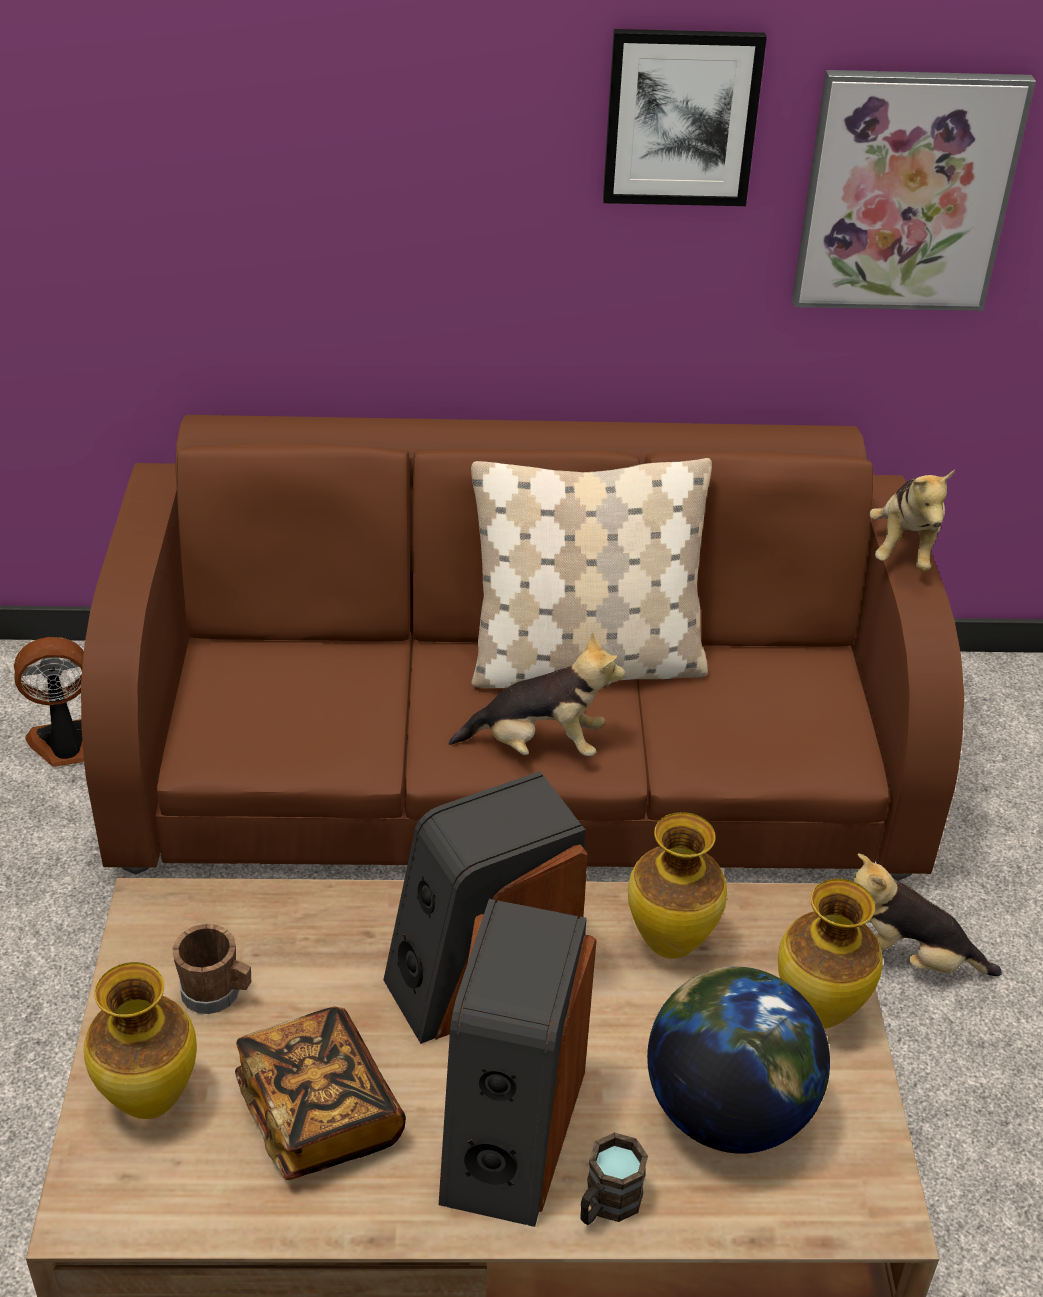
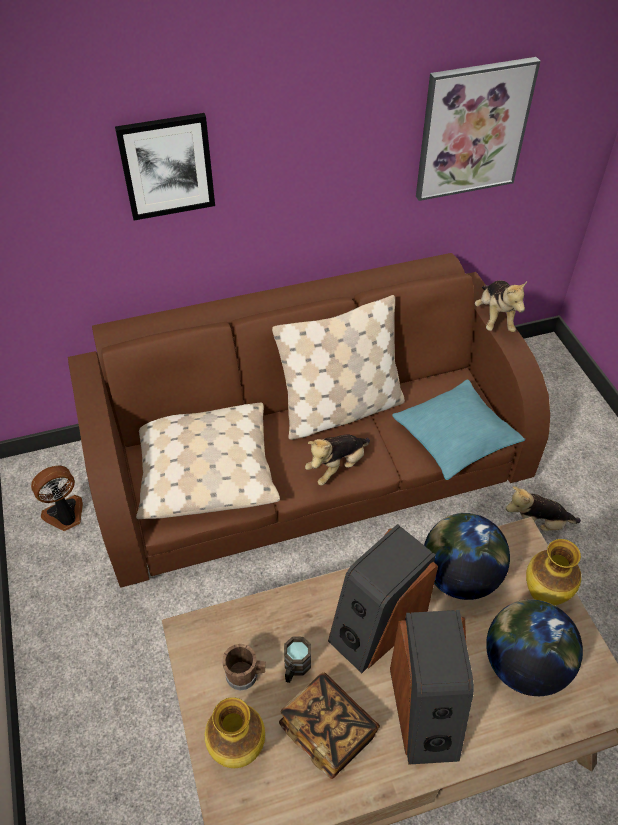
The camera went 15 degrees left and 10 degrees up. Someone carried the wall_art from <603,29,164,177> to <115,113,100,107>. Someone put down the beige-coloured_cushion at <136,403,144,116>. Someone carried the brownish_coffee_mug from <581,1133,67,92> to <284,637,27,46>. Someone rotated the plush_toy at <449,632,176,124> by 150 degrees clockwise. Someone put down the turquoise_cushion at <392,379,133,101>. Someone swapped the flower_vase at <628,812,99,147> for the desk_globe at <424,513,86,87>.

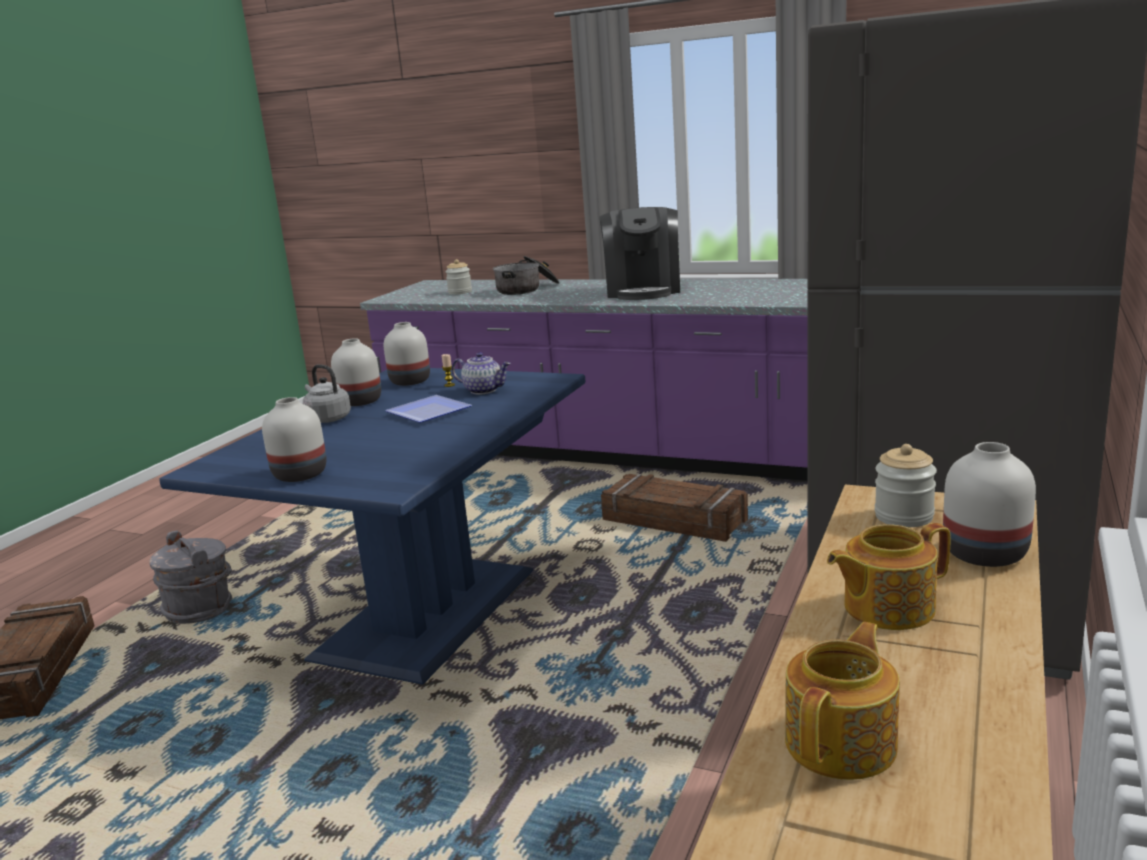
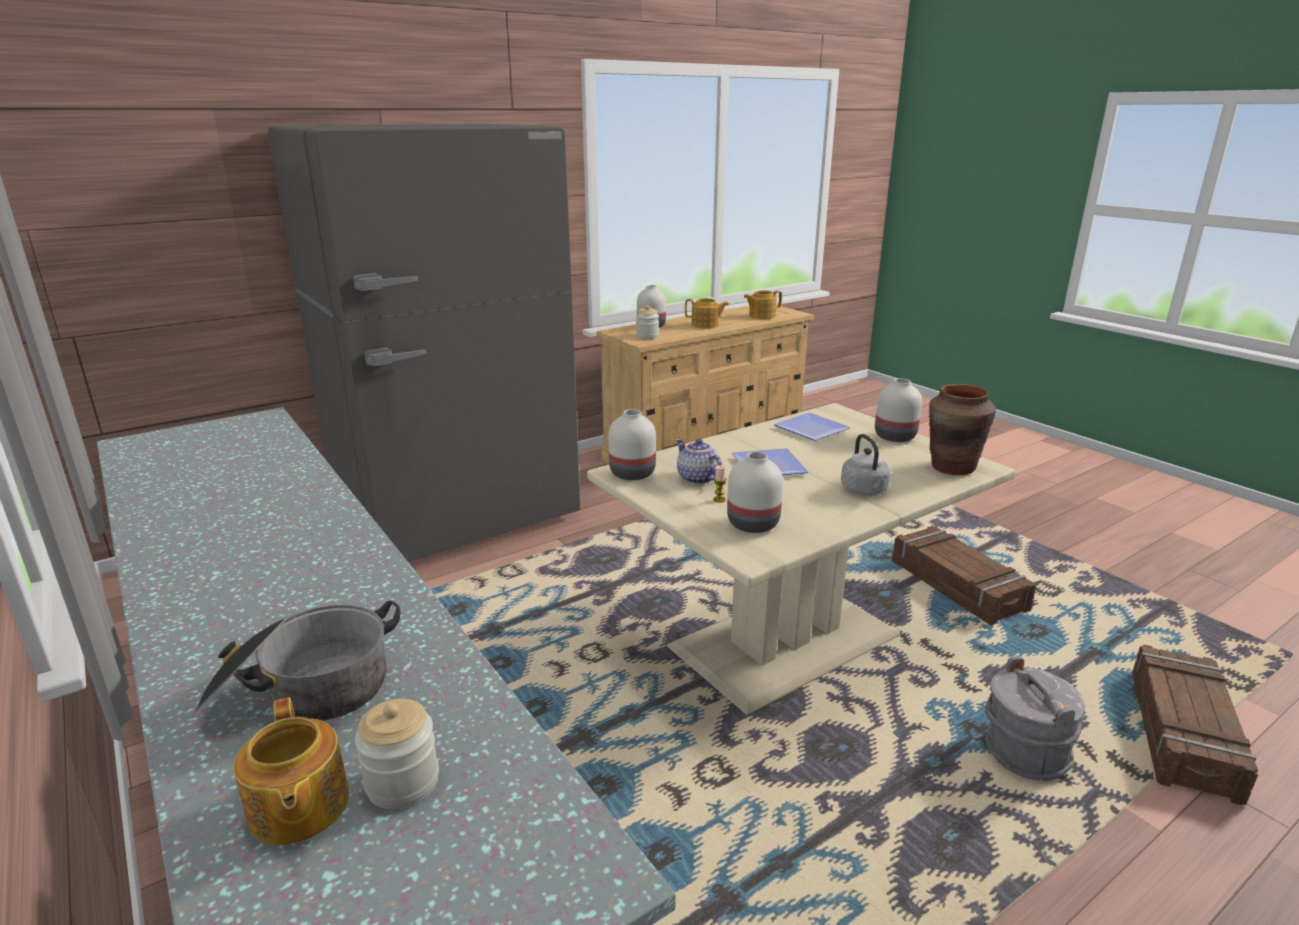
The camera went 150 degrees left and 5 degrees up. Someone put down the tea_pot at <233,697,116,148>. Someone repainted the bluish_dining_table at <159,368,427,317>, which became the beige-coloured_dining_table at <587,403,429,312>. Someone carried the white_flower_vase from <331,338,50,68> to <608,409,48,71>. Someone put down the flat_dish at <774,413,77,28>. Someone carried the crate from <601,474,147,68> to <892,526,144,100>. Someone put down the brownish_flower_vase at <929,384,67,91>. Someone took away the coffee_maker at <599,207,81,93>.

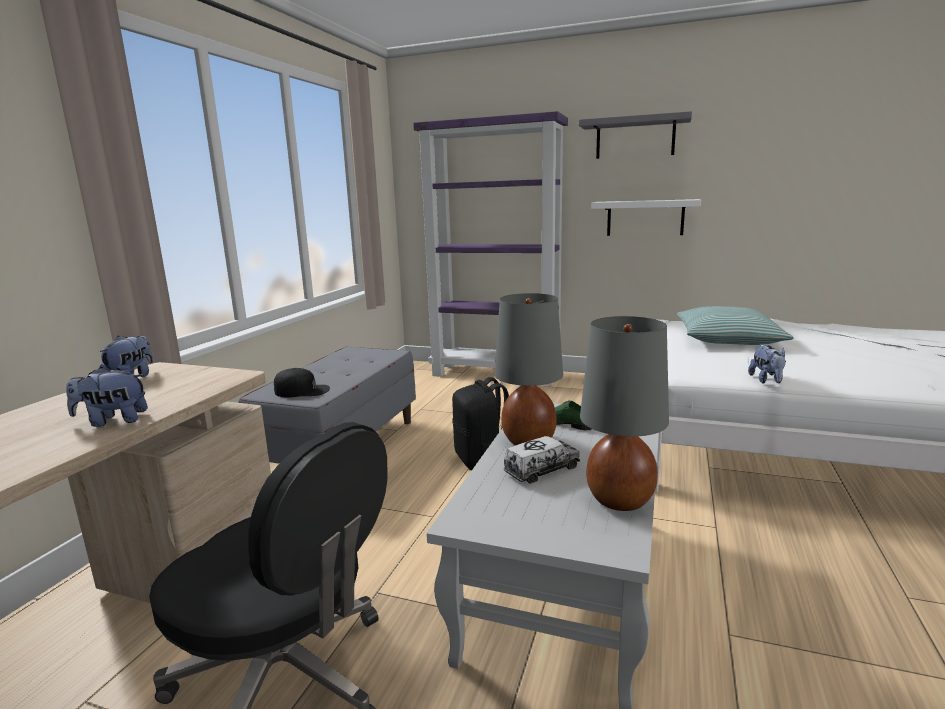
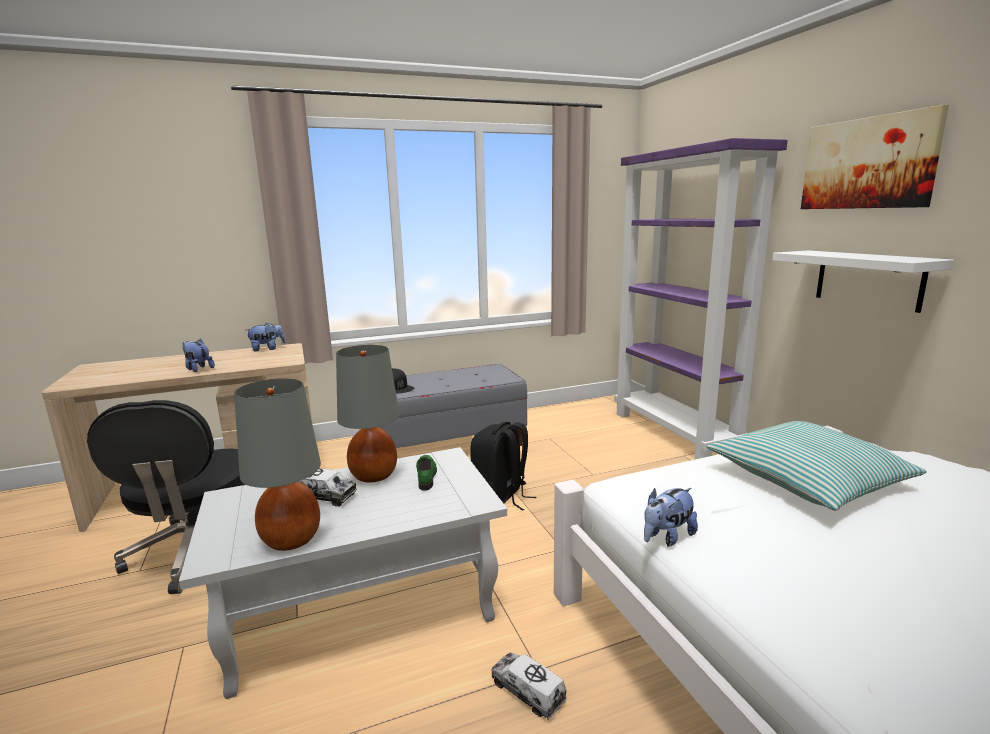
The camera went 50 degrees right and 0 degrees up. Someone put down the toy_truck at <491,652,76,68>. Someone swapped the greyish_bracket_shelf at <579,111,113,48> for the wall_art at <801,105,148,104>.

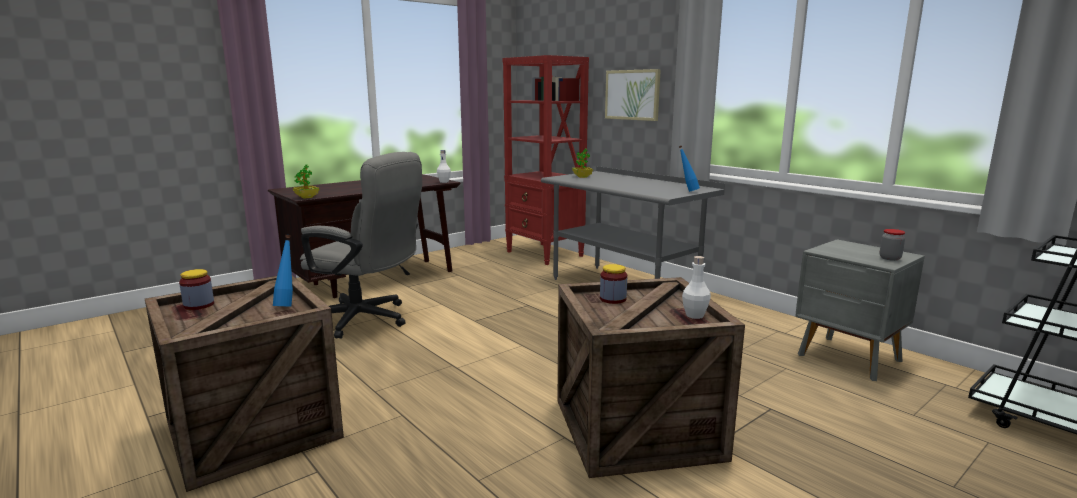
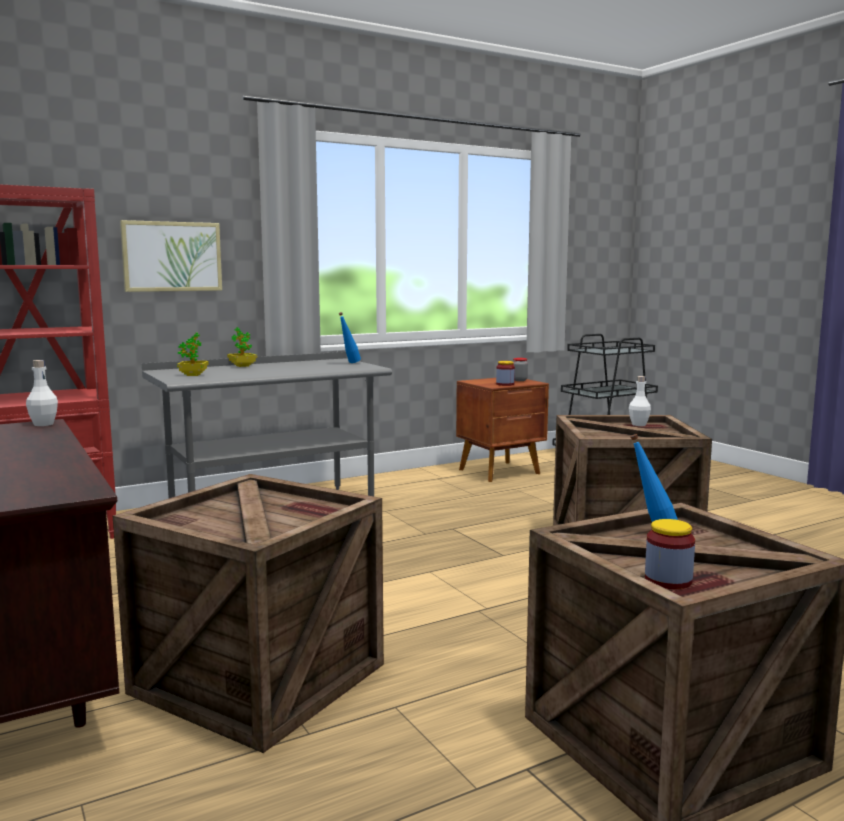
The camera went 80 degrees left and 5 degrees down. Someone swapped the greyish_desk_chair at <300,152,122,187> for the crate at <113,474,271,279>. Someone carried the potted_plant from <293,164,26,35> to <227,327,30,40>. Someone repainted the greyish_bedside_table at <795,240,130,141>, which became the brownish_bedside_table at <456,378,93,104>. Someone carried the preserve_jar from <600,264,27,40> to <496,361,19,25>.

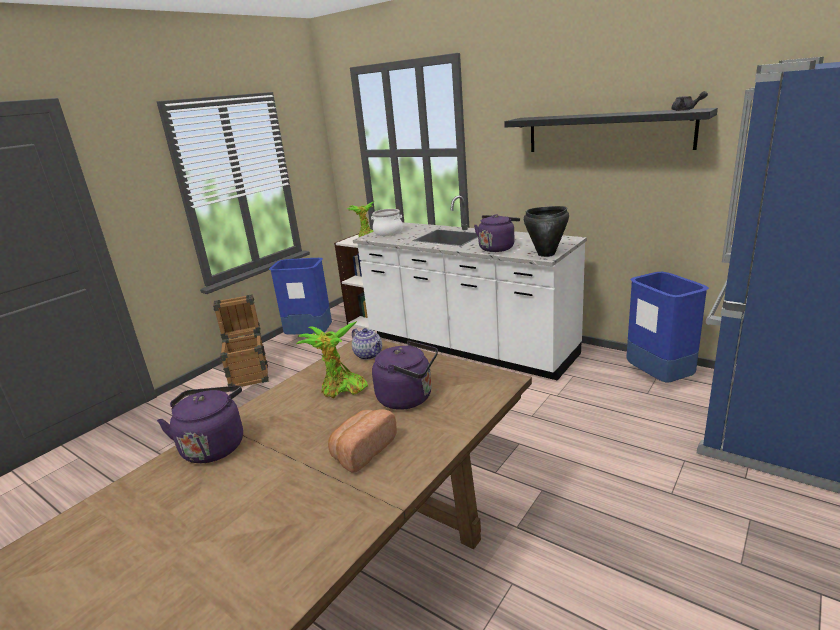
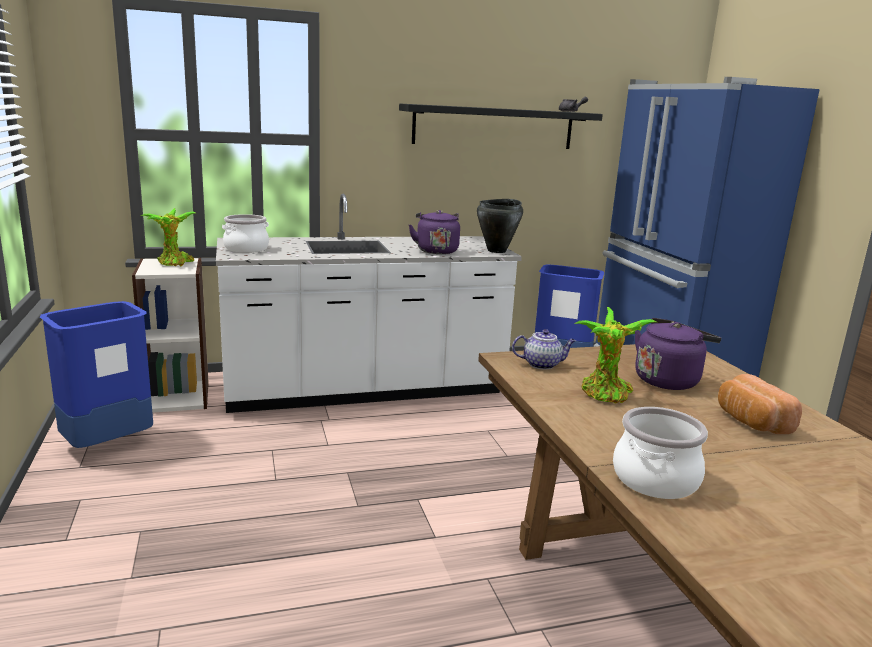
The camera went 55 degrees left and 5 degrees down. Someone swapped the purple_kettle at <157,386,86,77> for the cooking_pot at <613,407,95,92>. Someone took away the crate at <213,294,56,93>.

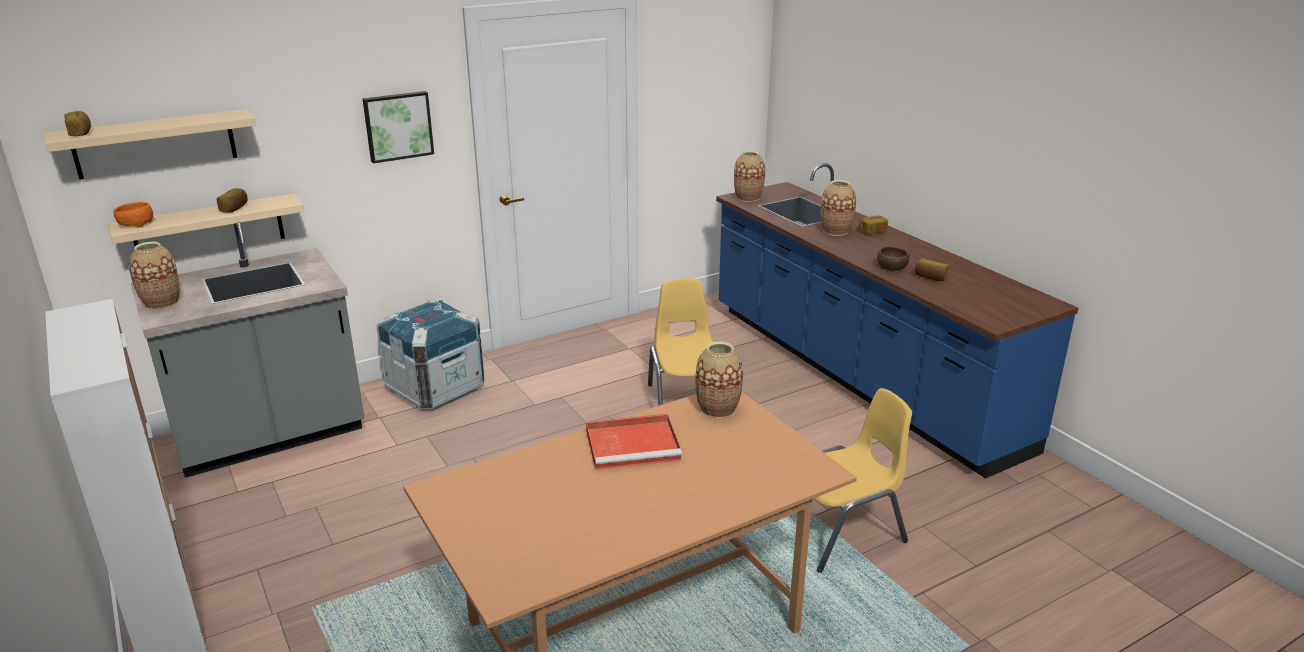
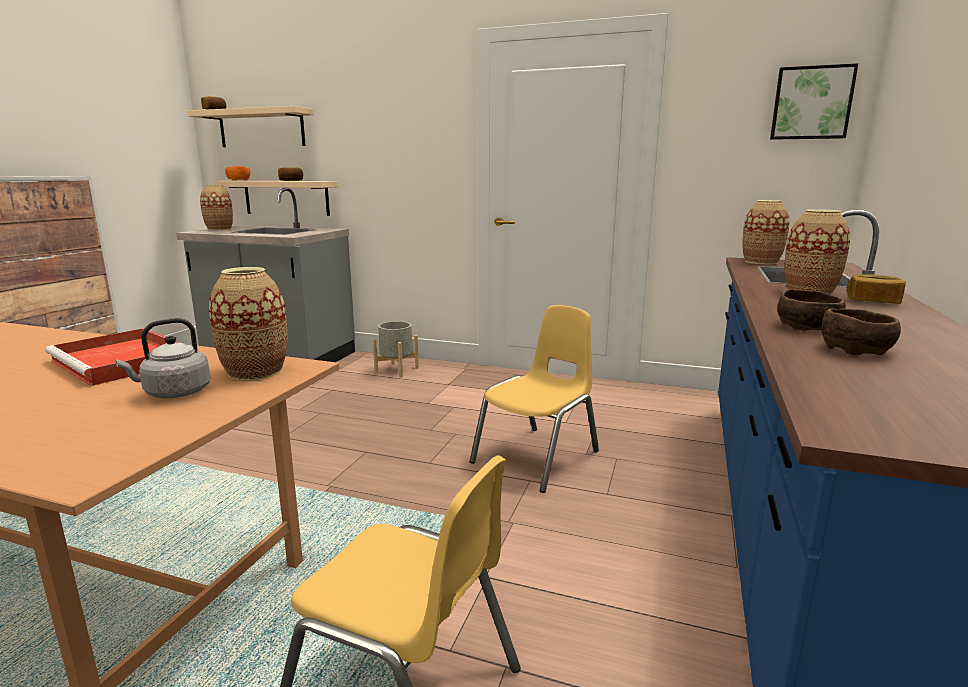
The camera went 50 degrees right and 10 degrees down. Someone put down the greyish_kettle at <116,318,94,80>. Someone swapped the crate at <377,300,107,111> for the greyish_planter at <373,321,46,57>. Someone carried the wall_art from <363,91,71,73> to <770,63,88,77>. Someone swapped the bakery_bread at <914,258,35,23> for the brownish_serving_bowl at <821,308,80,47>.

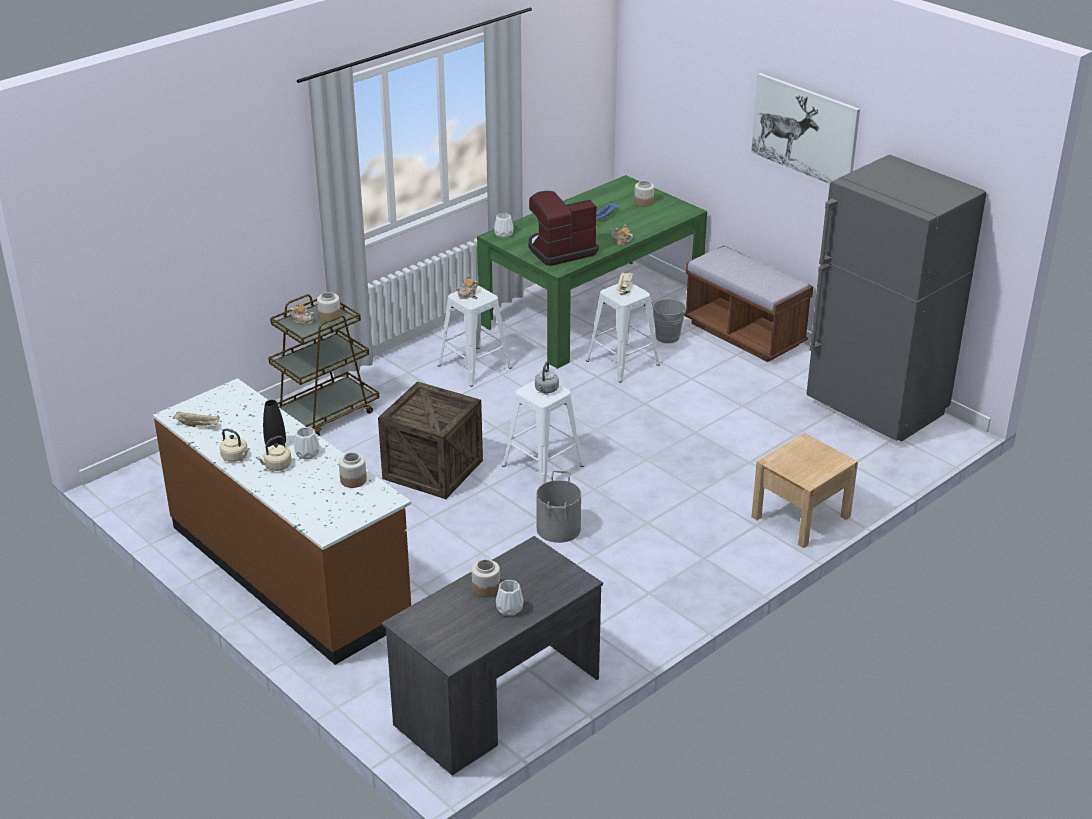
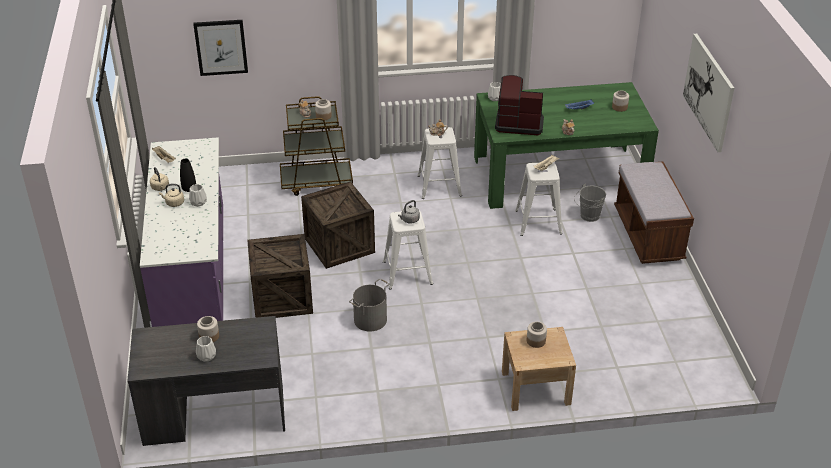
The camera went 35 degrees right and 5 degrees up. Someone repainted the brownish_kitchen_counter at <153,378,258,287>, which became the purple_kitchen_counter at <140,138,83,189>. Someone put up the wall_art at <193,20,55,56>. Someone put down the crate at <247,234,66,84>. Someone carried the preserve_jar from <339,452,28,36> to <527,322,20,26>. Someone took away the greyish_refrigerator at <807,155,179,286>.

